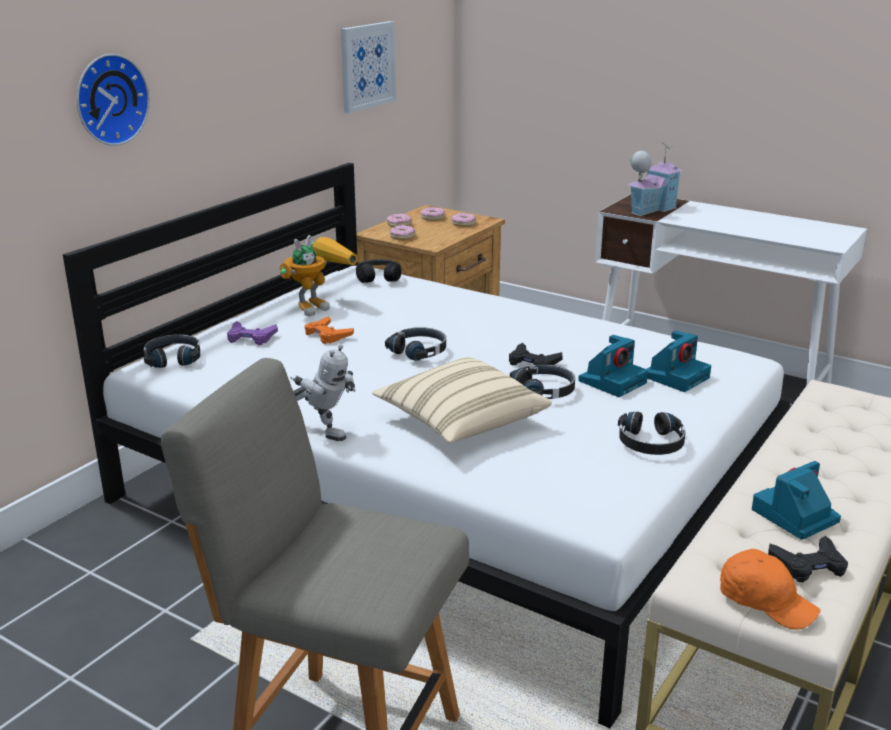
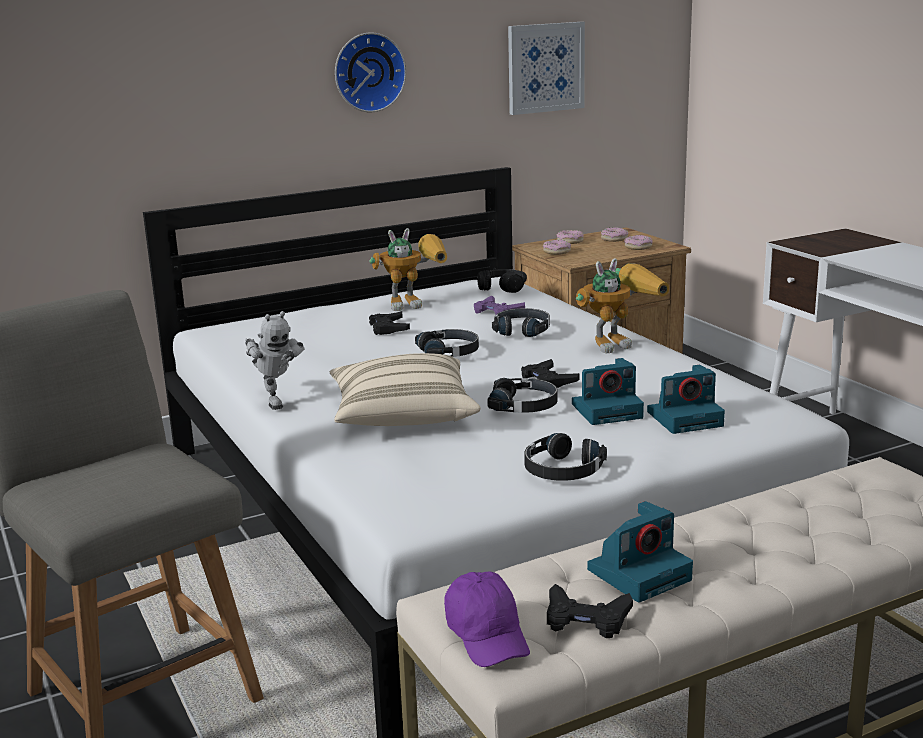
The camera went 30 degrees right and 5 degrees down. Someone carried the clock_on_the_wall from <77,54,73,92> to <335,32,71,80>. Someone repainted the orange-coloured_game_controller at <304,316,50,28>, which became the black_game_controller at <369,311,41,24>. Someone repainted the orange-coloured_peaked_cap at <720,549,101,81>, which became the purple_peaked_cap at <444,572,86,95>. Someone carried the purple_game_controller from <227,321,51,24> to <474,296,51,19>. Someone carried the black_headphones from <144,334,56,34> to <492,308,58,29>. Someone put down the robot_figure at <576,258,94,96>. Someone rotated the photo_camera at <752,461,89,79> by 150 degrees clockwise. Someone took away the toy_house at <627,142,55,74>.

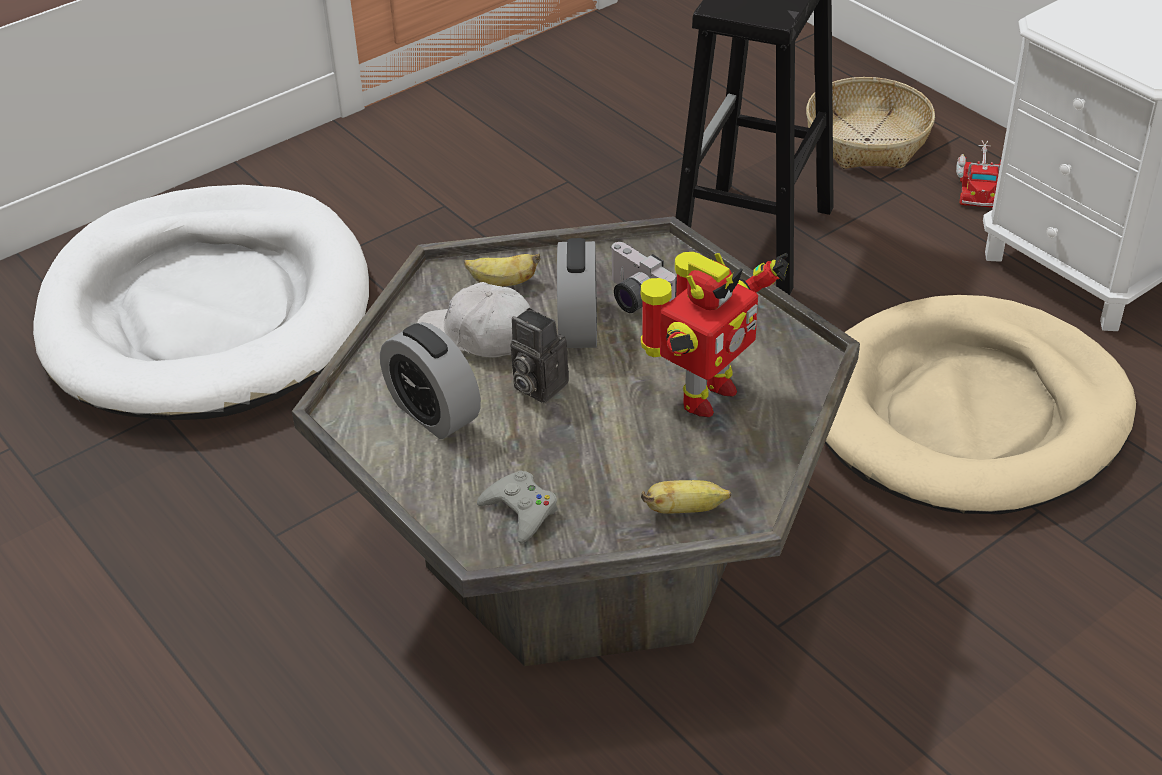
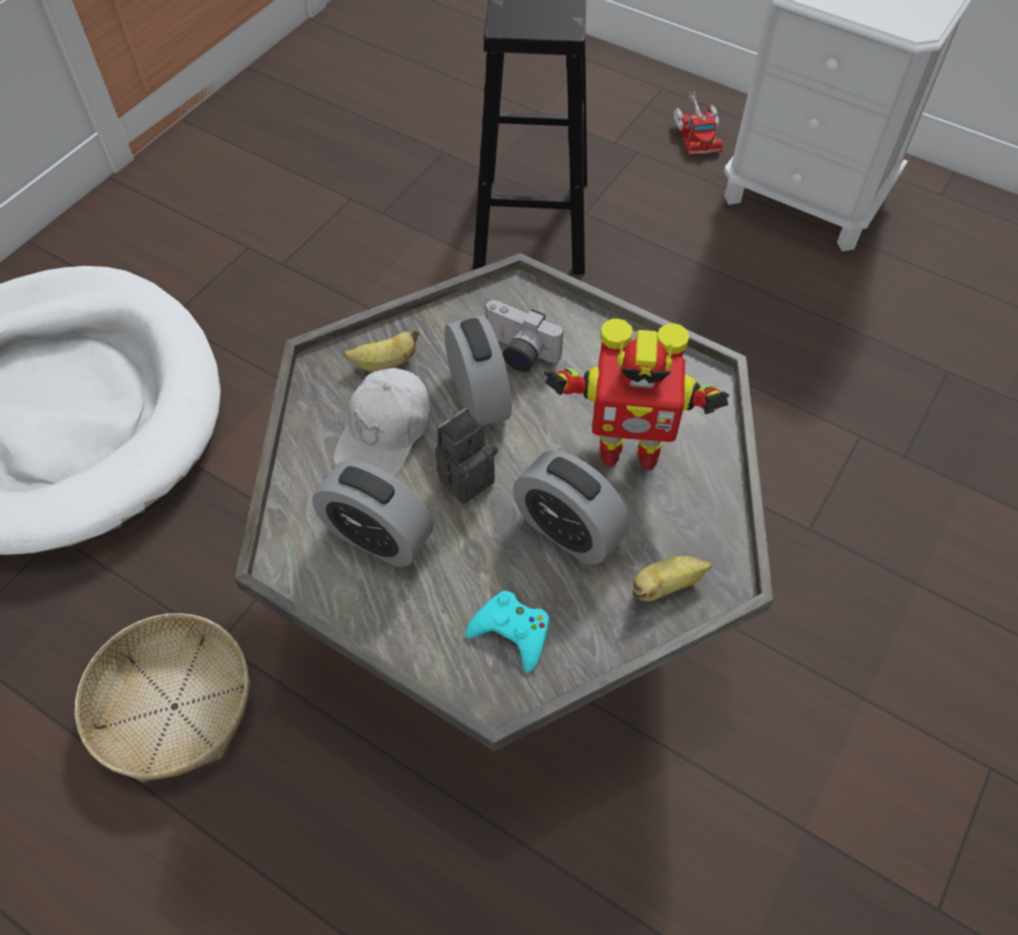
The camera went 20 degrees left and 15 degrees up. Someone carried the storage_basket from <806,77,129,92> to <75,613,176,169>. Someone rotated the white_peaked_cap at <417,282,114,76> by 60 degrees counterclockwise. Someone rotated the photo_camera at <511,308,58,95> by 120 degrees clockwise. Someone repainted the greyish_game_controller at <477,471,81,72>, which became the turquoise_game_controller at <466,591,83,82>. Someone put down the table_clock at <513,450,117,114>. Someone rotated the robot_figure at <641,252,148,165> by 75 degrees clockwise. Someone took away the beige-coloured_pet_bed at <825,295,311,219>.

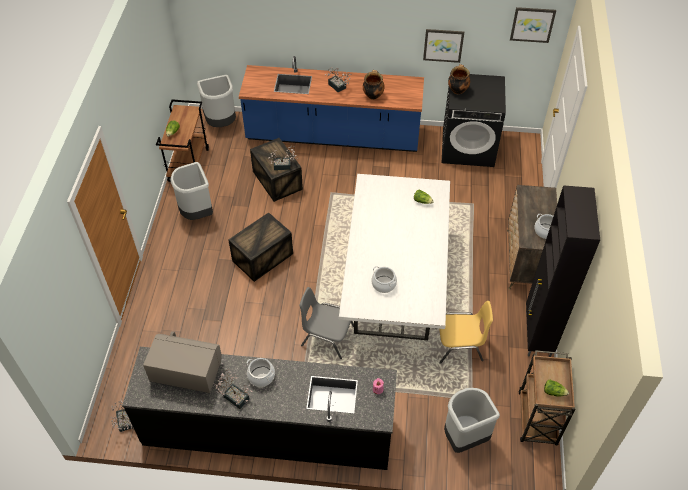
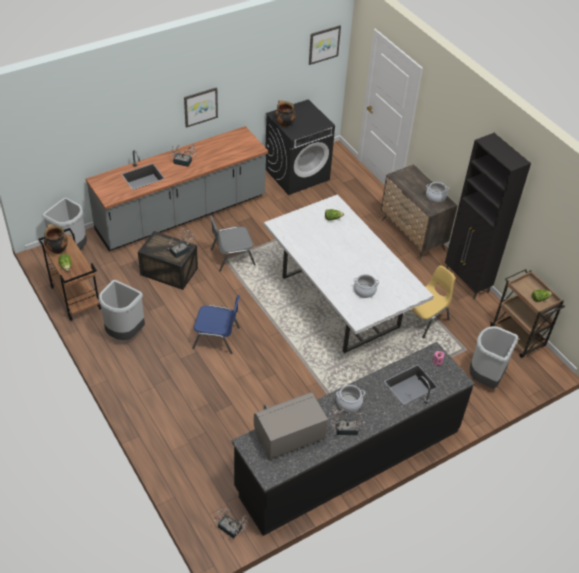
The camera went 40 degrees left and 5 degrees down. Someone carried the cooking_pot from <363,70,21,30> to <44,224,24,30>. Someone repainted the bluish_kitchen_counter at <239,56,185,96>, which became the greyish_kitchen_counter at <86,126,182,125>. Someone carried the wall_art from <423,29,41,34> to <184,87,34,41>. Someone swapped the crate at <228,212,65,70> for the bluish_upright_chair at <192,295,48,59>. Someone carried the greyish_upright_chair from <300,287,54,72> to <210,216,46,56>.

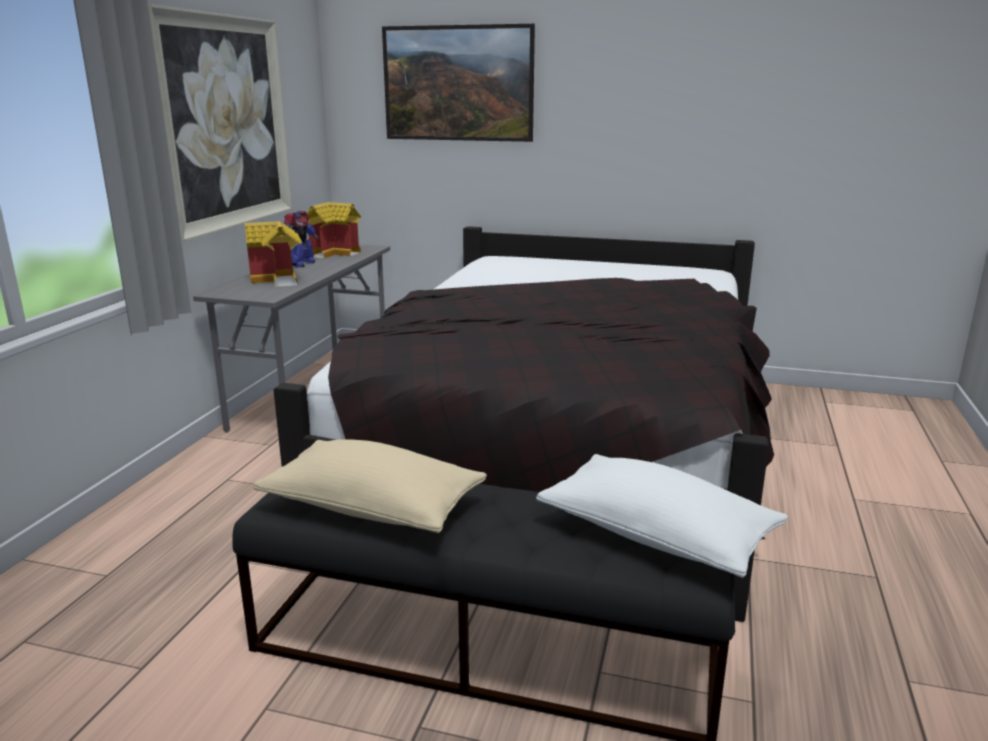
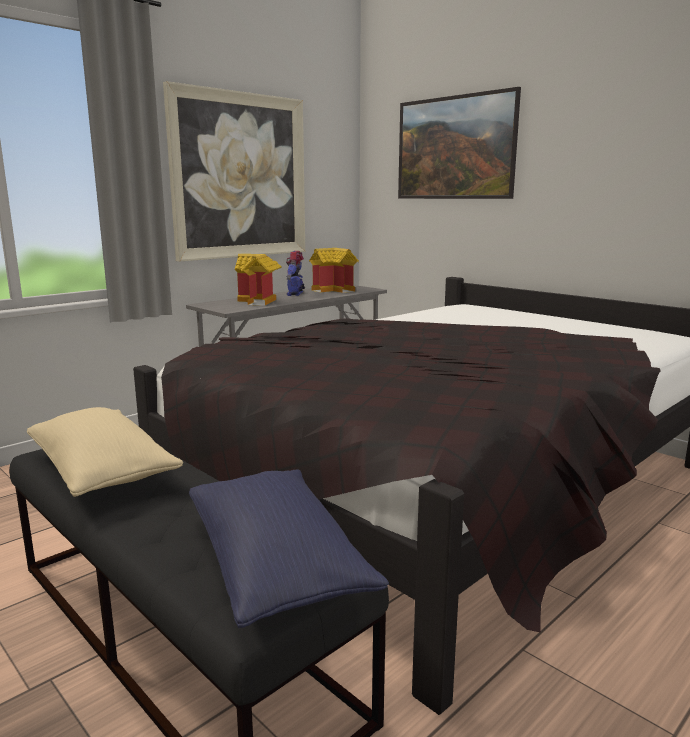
The camera went 30 degrees right and 5 degrees down. Someone repainted the white_cushion at <536,454,252,124>, which became the bluish_cushion at <189,469,200,160>. Someone rotated the robot_figure at <284,211,34,56> by 135 degrees clockwise.

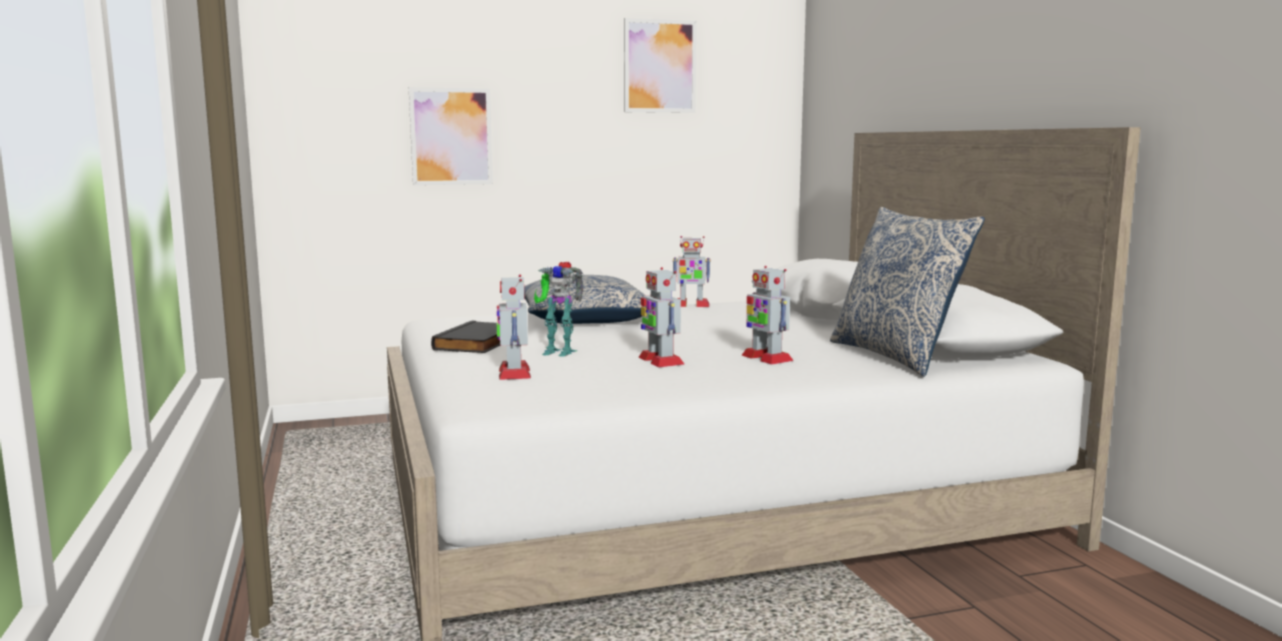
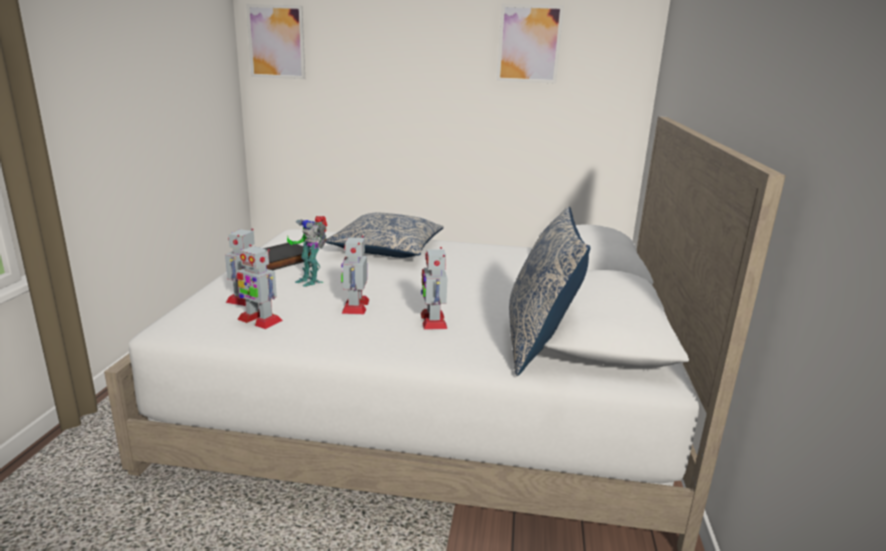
The camera went 25 degrees right and 10 degrees up. Someone carried the robot_figure from <673,236,38,71> to <237,244,46,85>. Someone carried the wall_art from <409,87,84,98> to <246,4,59,75>.

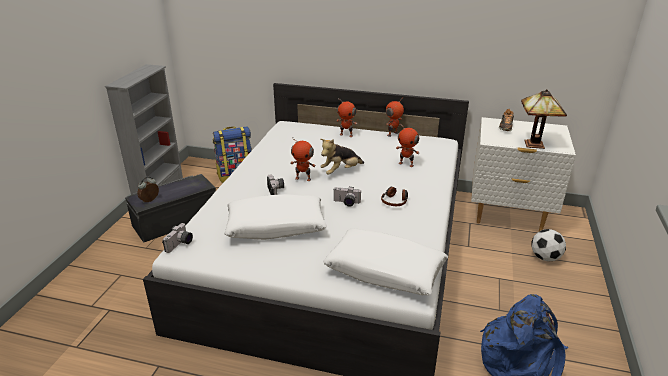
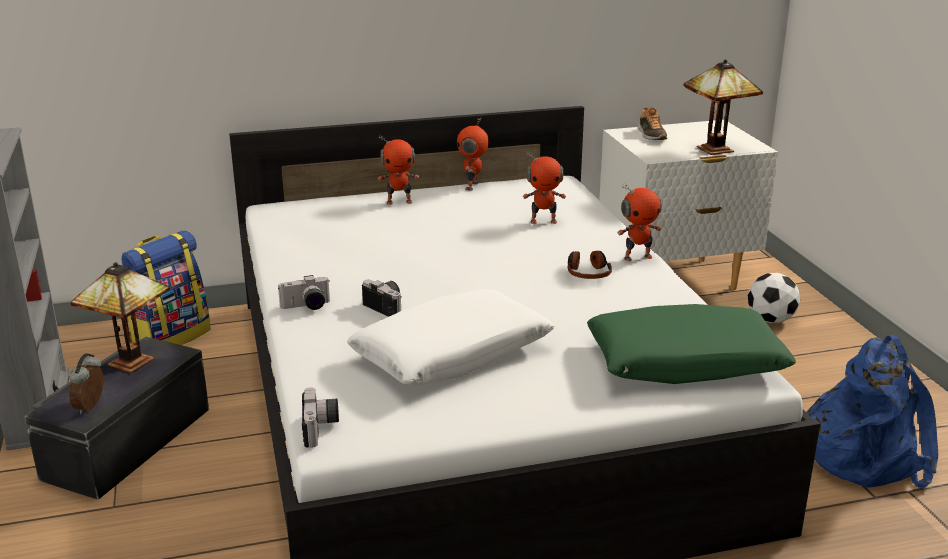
The camera went 30 degrees left and 5 degrees down. Someone put down the table_lamp at <70,262,100,111>. Someone carried the photo_camera from <334,187,27,20> to <278,275,52,35>. Someone repainted the white_cushion at <323,228,125,67>, which became the green-coloured_cushion at <587,304,209,80>. Someone carried the robot_figure from <290,136,26,45> to <617,183,45,78>. Someone took away the plush_toy at <320,139,44,36>.

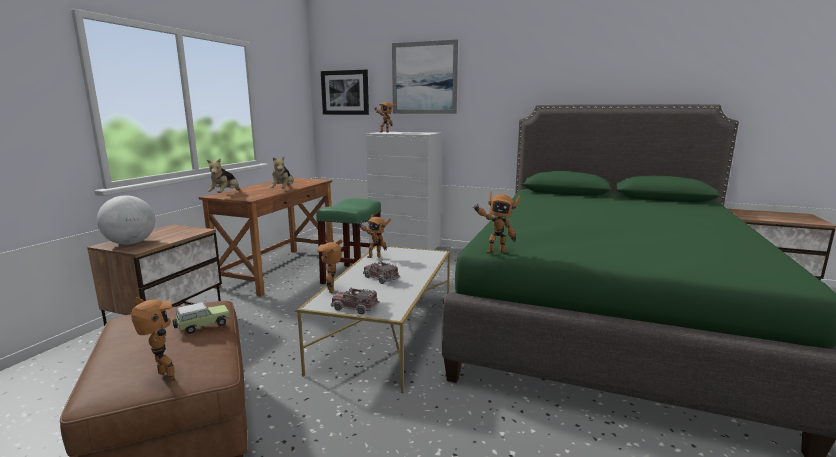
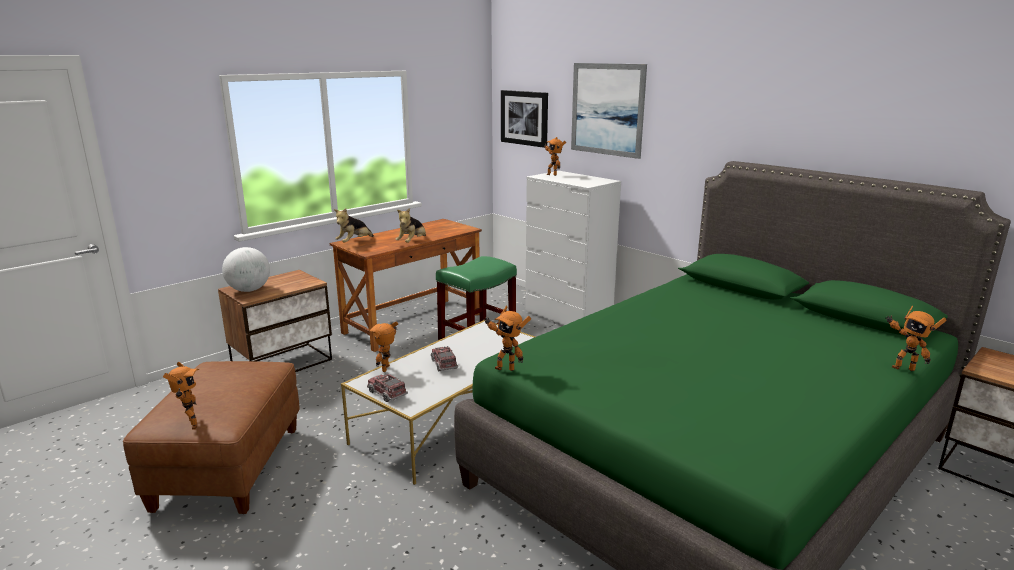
The camera went 25 degrees right and 5 degrees up. Someone carried the robot_figure from <359,214,32,44> to <886,305,60,66>. Someone took away the miniature_car at <173,302,57,32>.

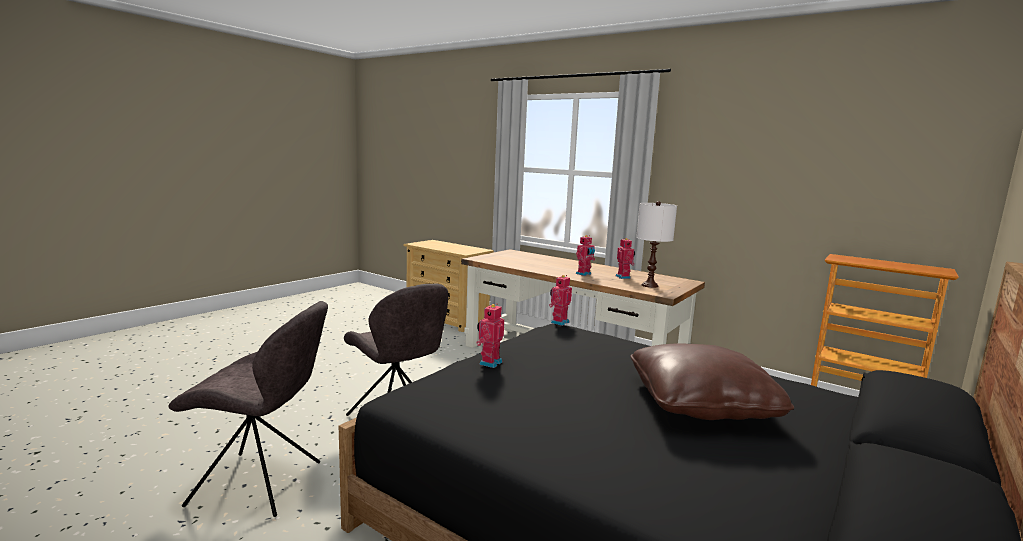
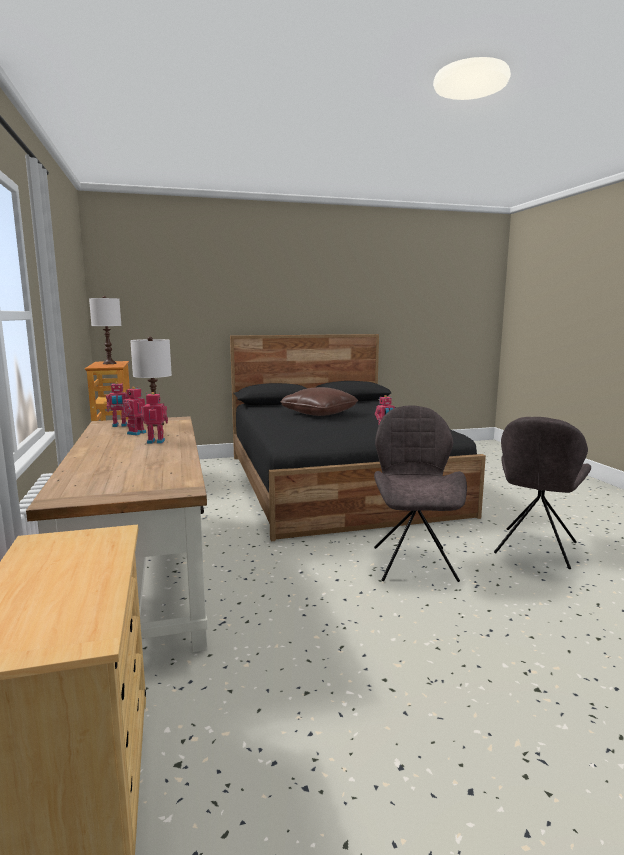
The camera went 140 degrees left and 0 degrees up. Someone put down the white_table_lamp at <89,296,32,68>. Someone carried the robot_figure from <549,275,23,51> to <106,382,22,45>. Someone rotated the greyish_upright_chair at <168,301,160,216> by 105 degrees counterclockwise.

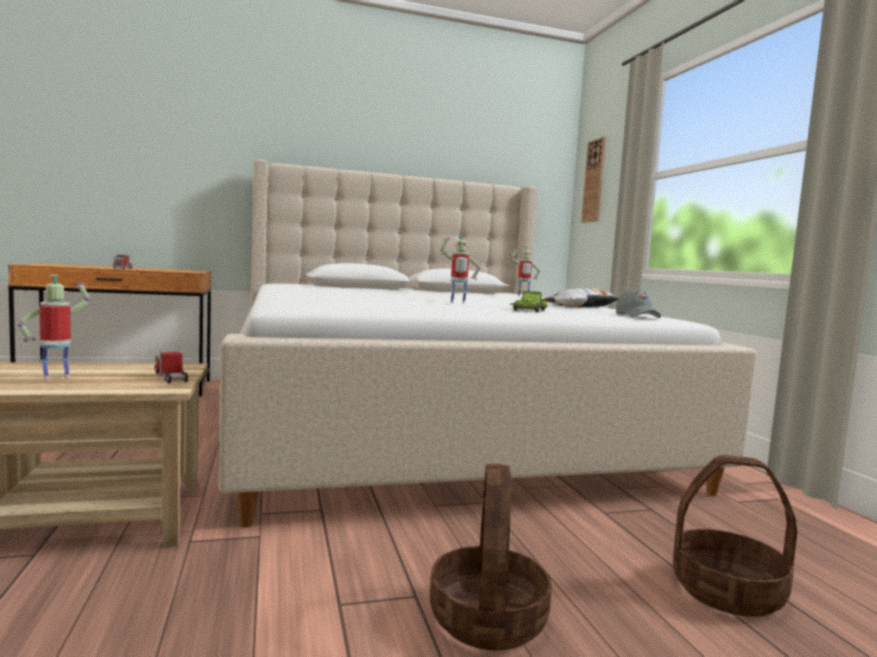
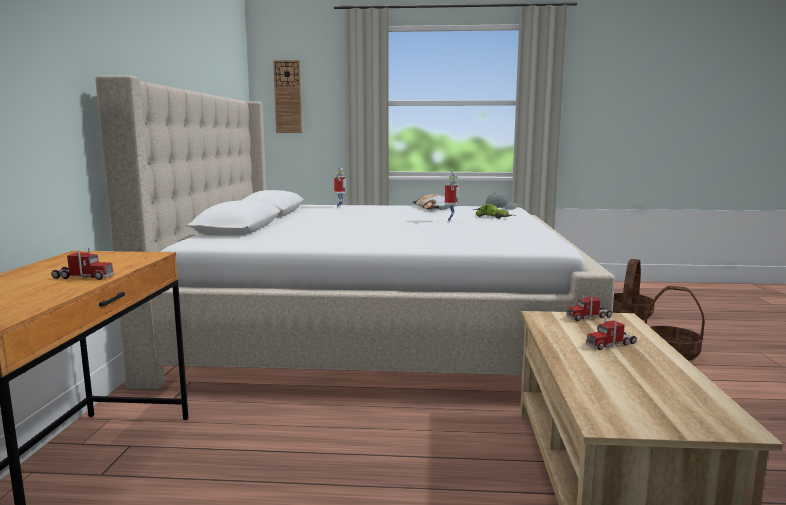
The camera went 70 degrees left and 5 degrees up. Someone swapped the robot_figure at <18,275,72,105> for the toy_truck at <586,317,51,33>.

